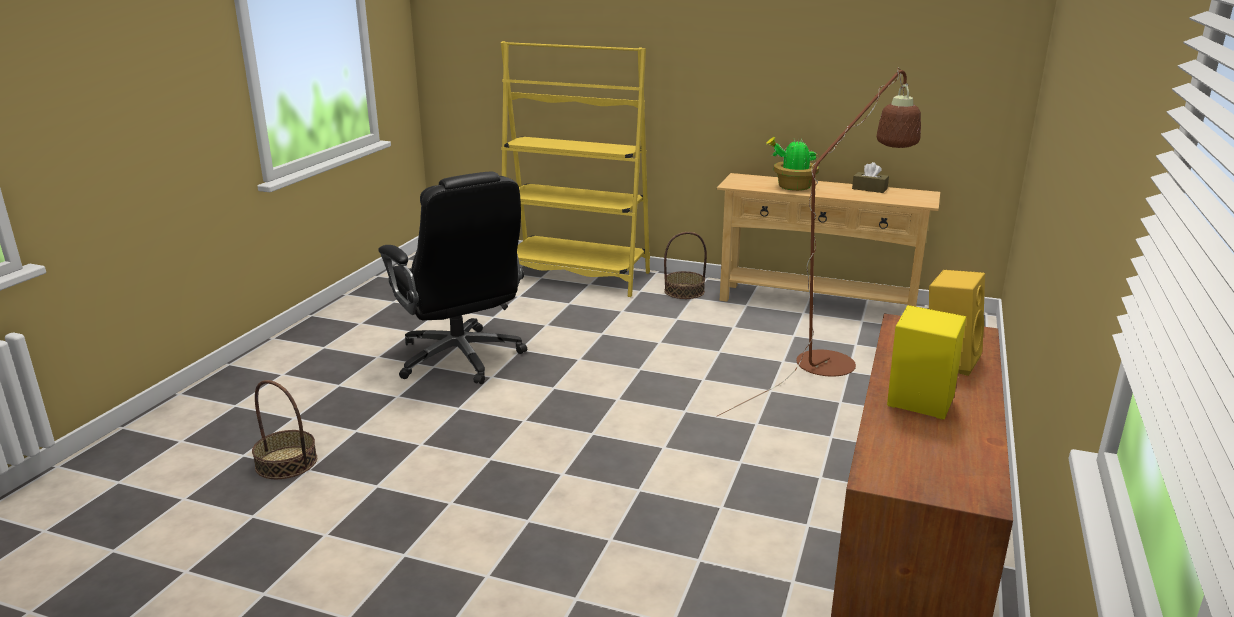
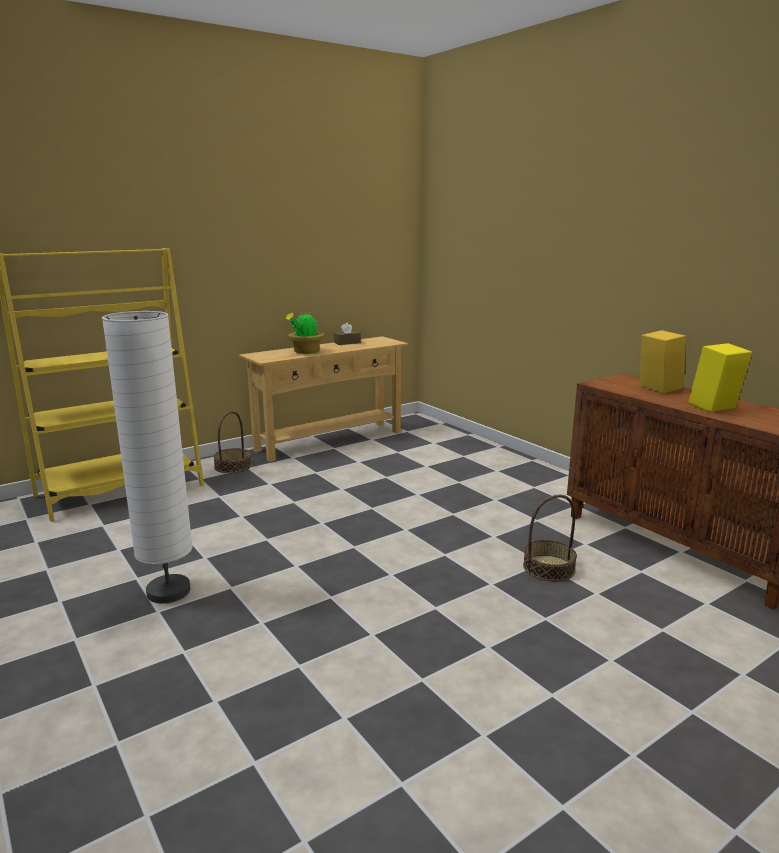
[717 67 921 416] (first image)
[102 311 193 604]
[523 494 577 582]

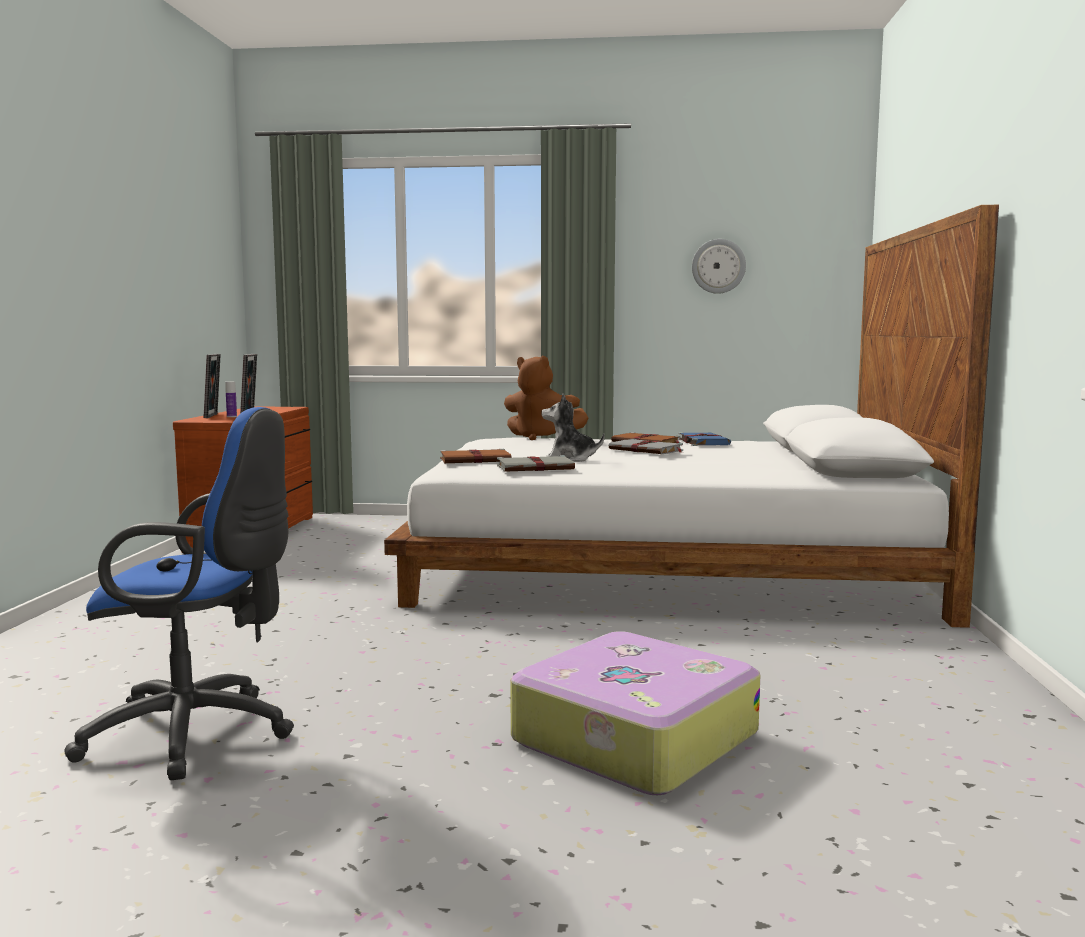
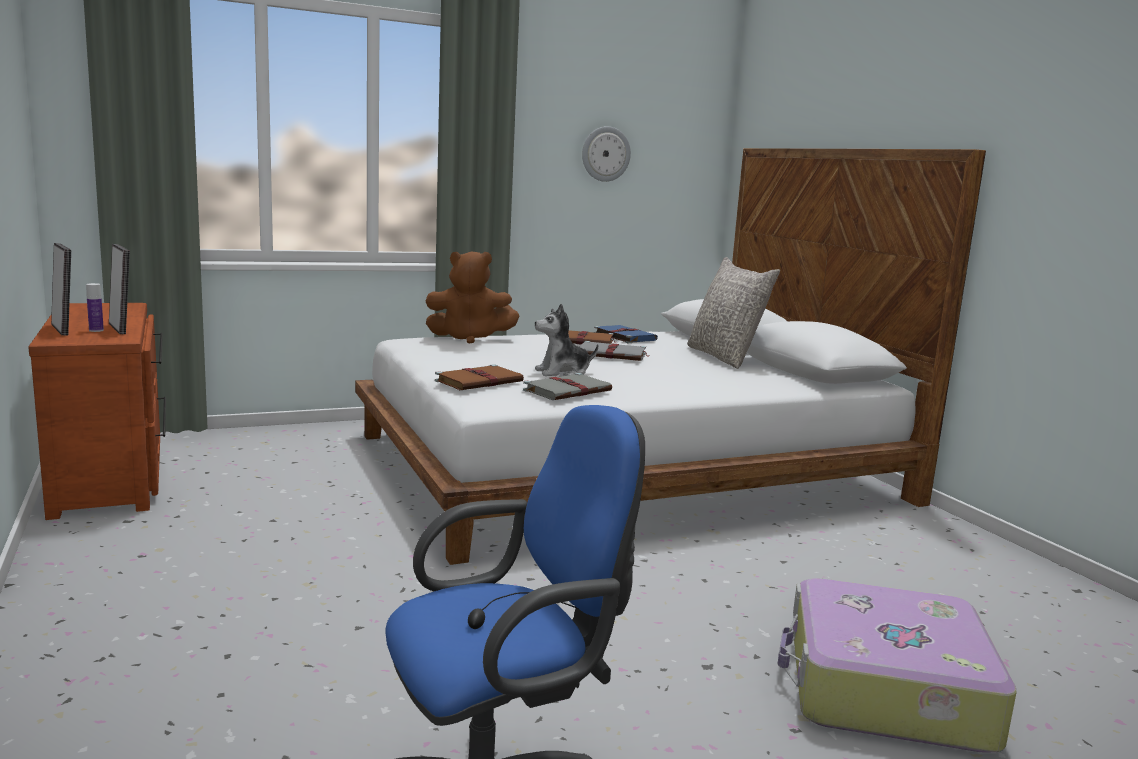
[687 257 780 369]

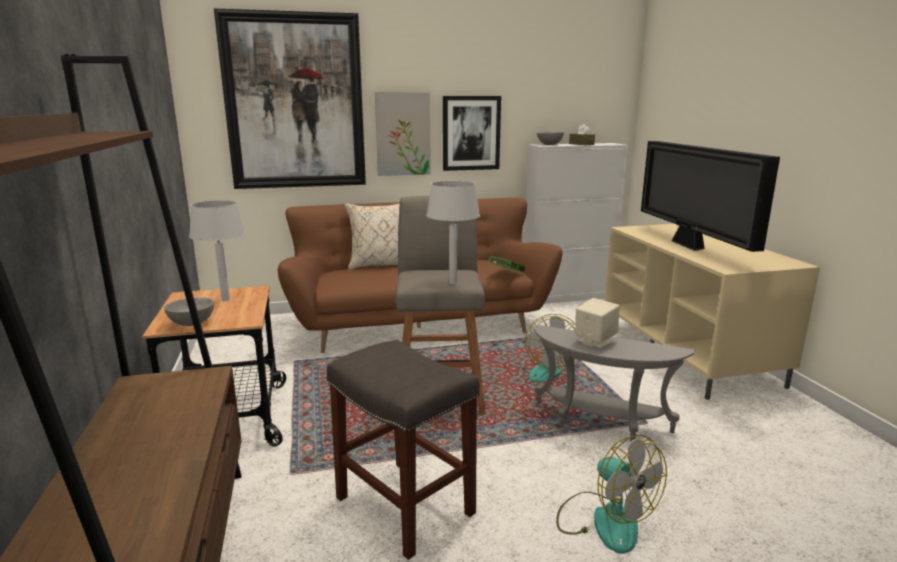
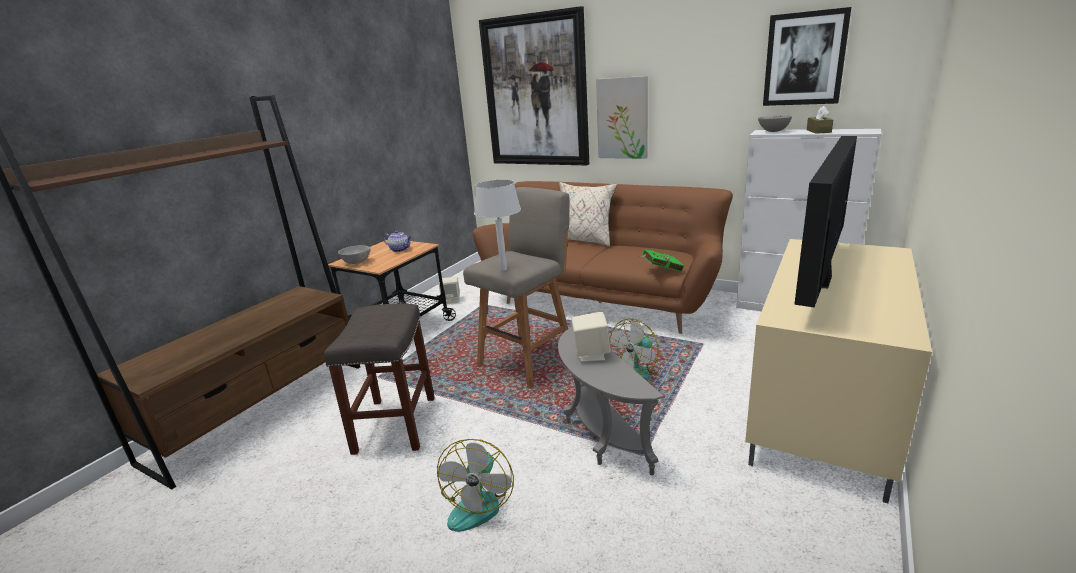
[763 7 851 106]
[383 230 412 252]
[439 277 460 304]

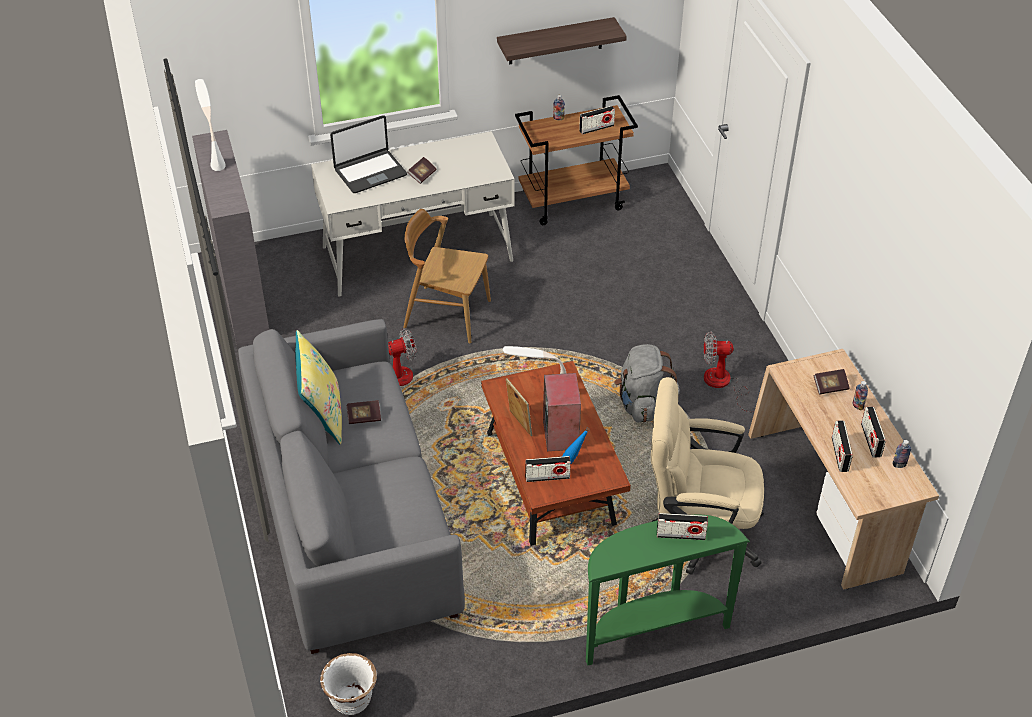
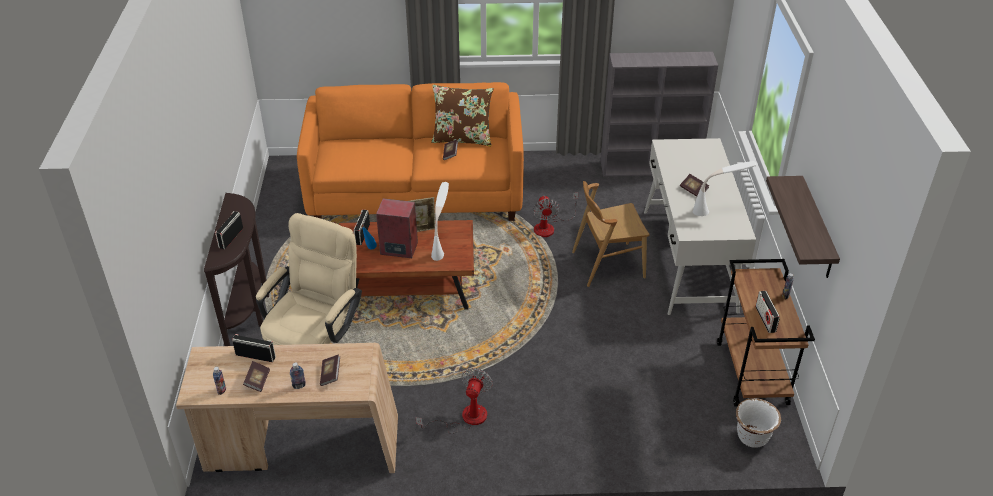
[693 161 757 216]
[330 115 407 193] (first image)
[572 181 650 287]
[297 82 524 221]
[431 85 494 146]
[614 344 679 422] (first image)
[243 361 270 392]
[204 193 269 346]
[736 398 781 448]

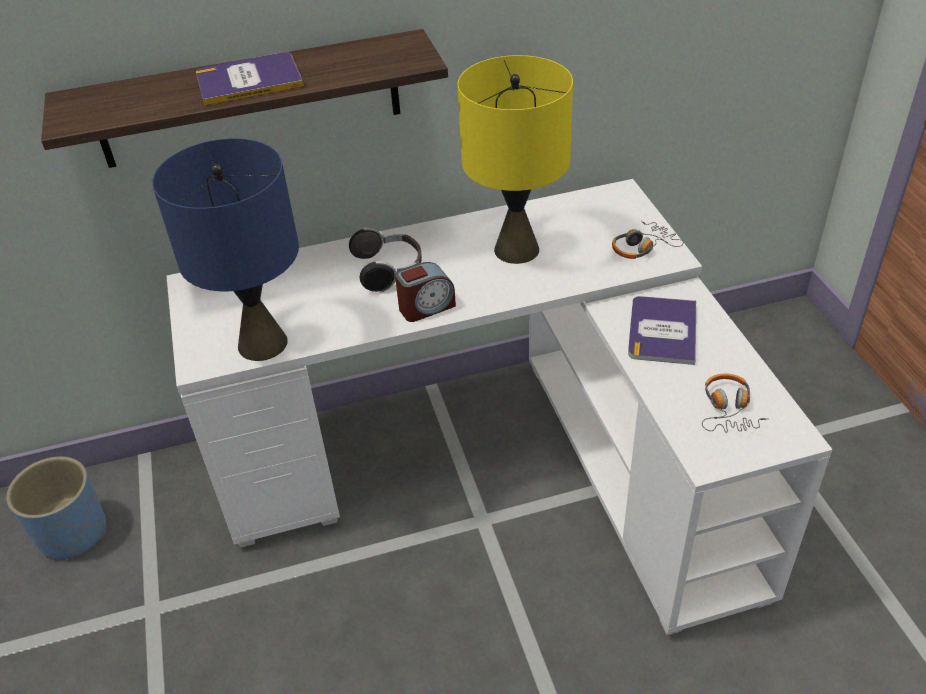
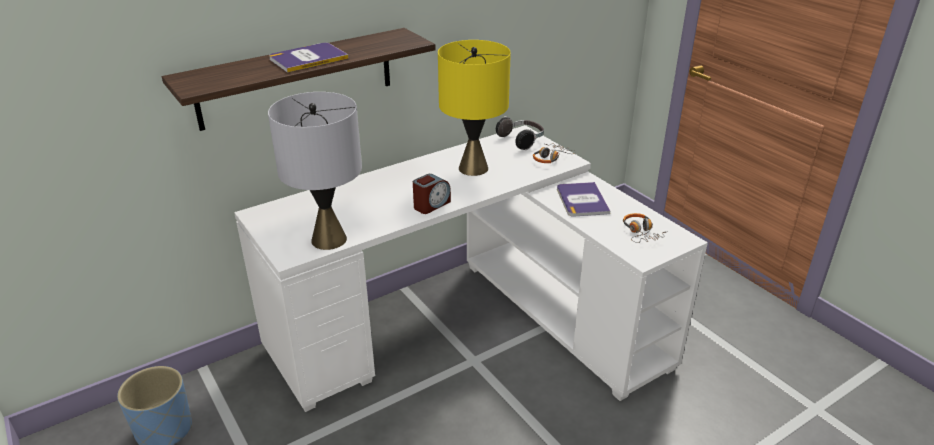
[268 92 362 250]
[496 116 544 150]

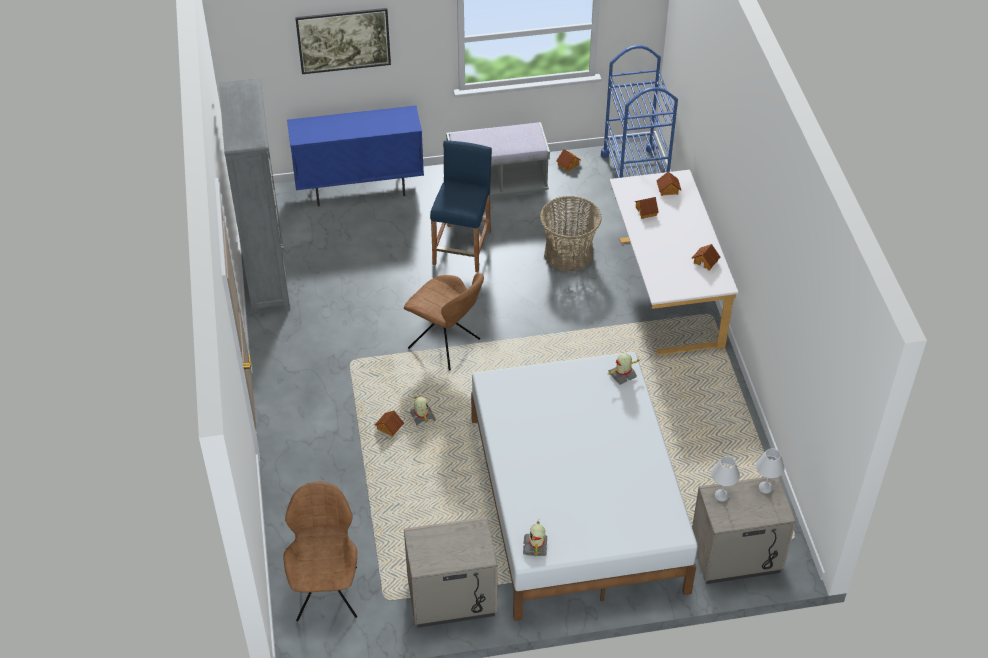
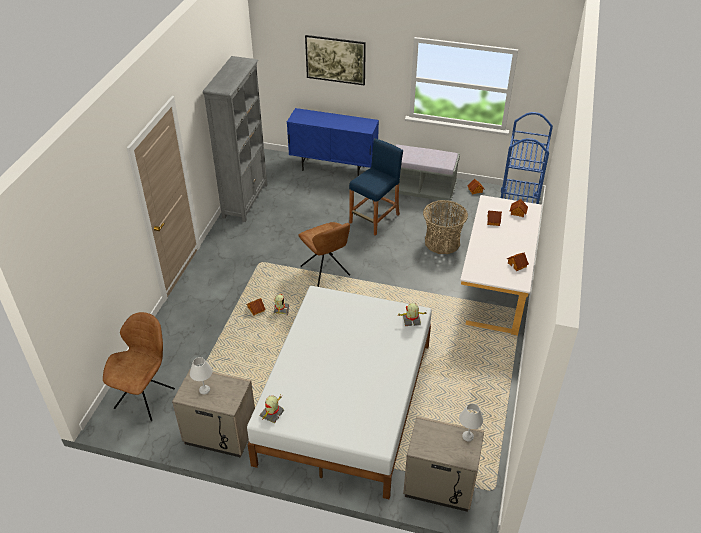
[190 357 213 394]

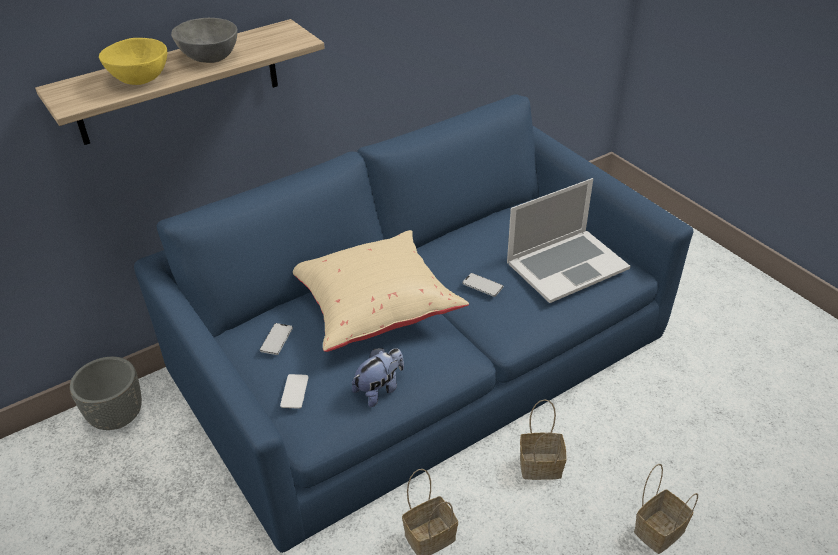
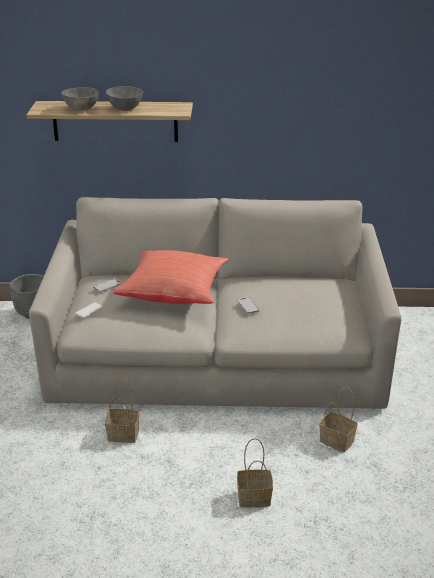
[61 87 99 111]
[29 197 402 409]
[507 178 630 303] (first image)
[113 250 229 304]
[352 348 404 407] (first image)
[319 388 357 452]

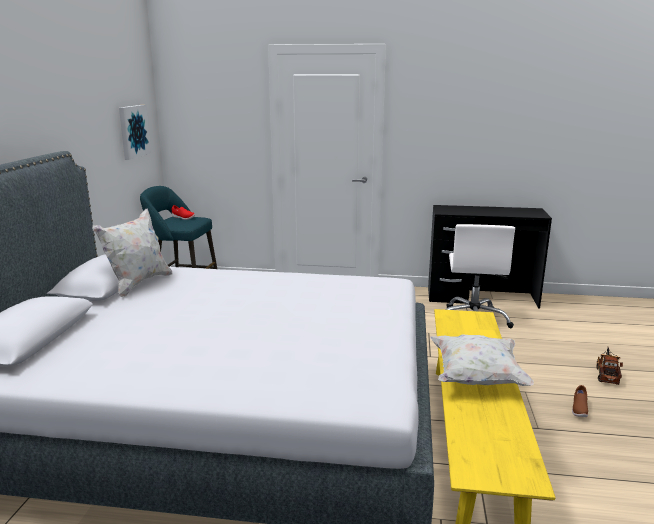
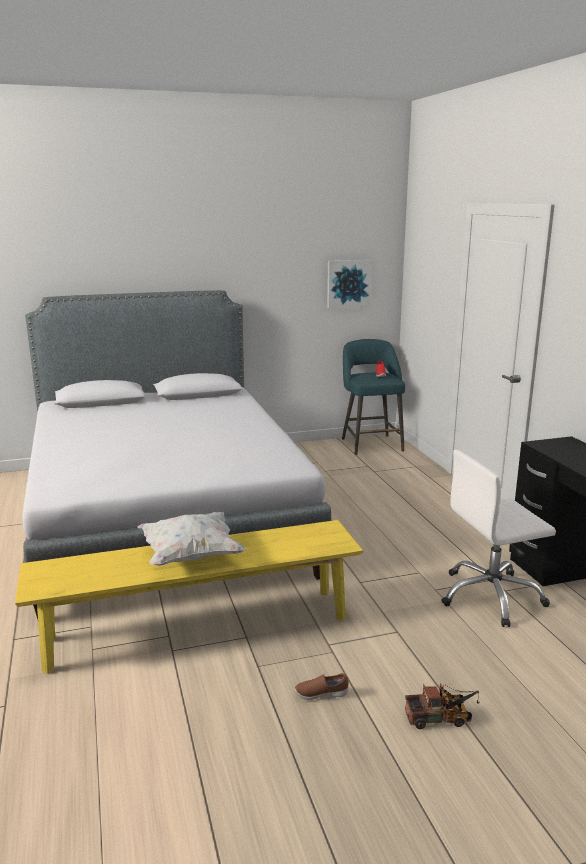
[92 208 172 297] (first image)

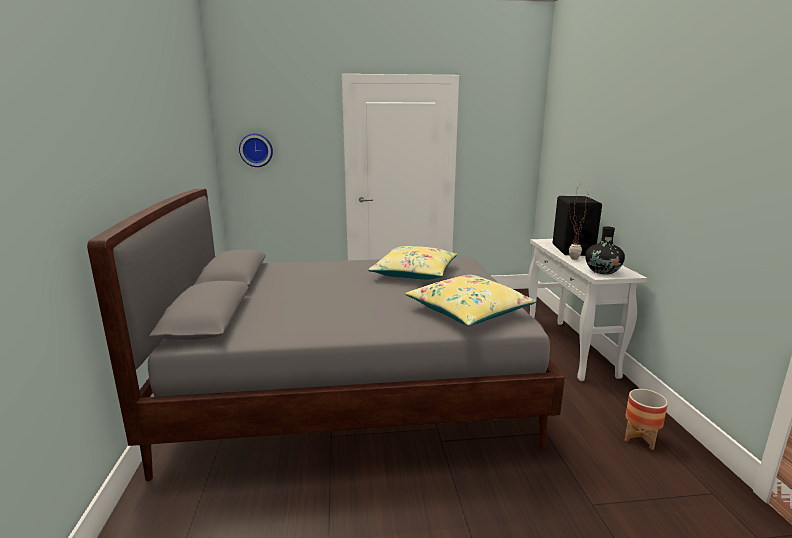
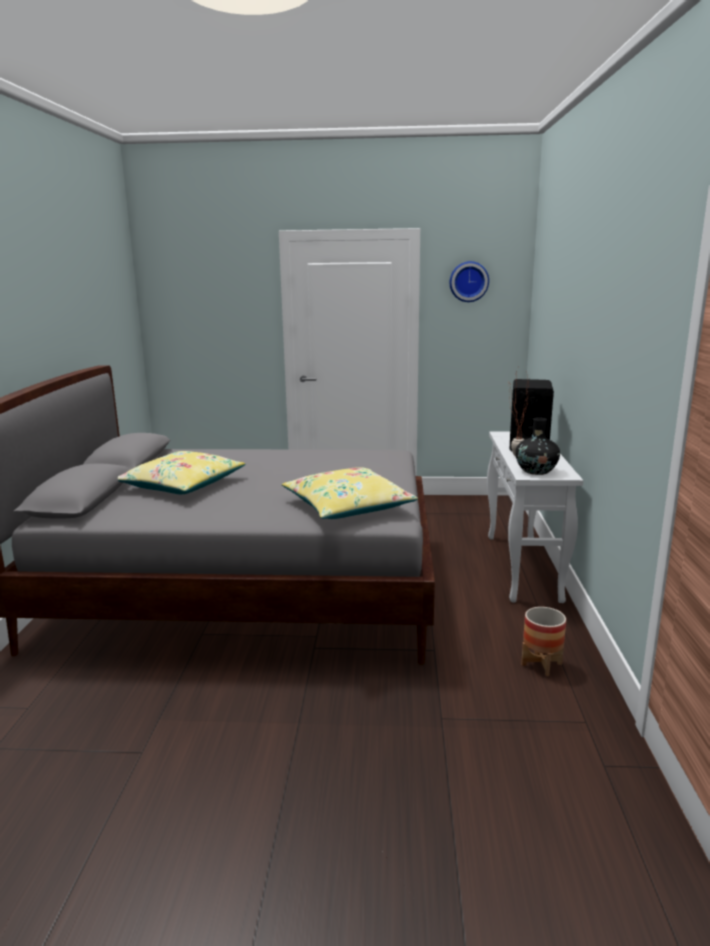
[450 261 489 302]
[118 451 245 494]

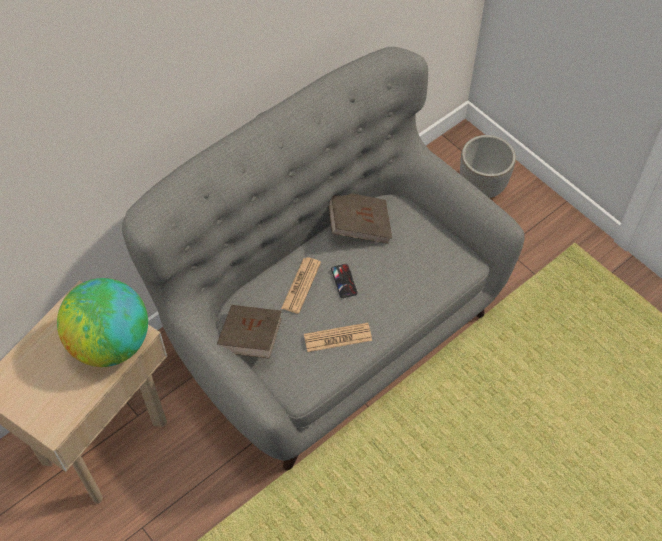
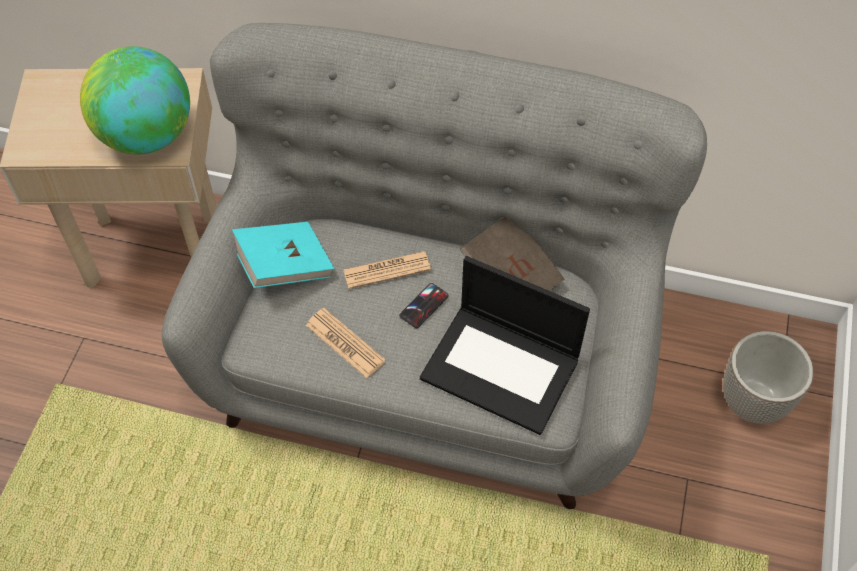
[232 222 334 288]
[420 256 590 435]

